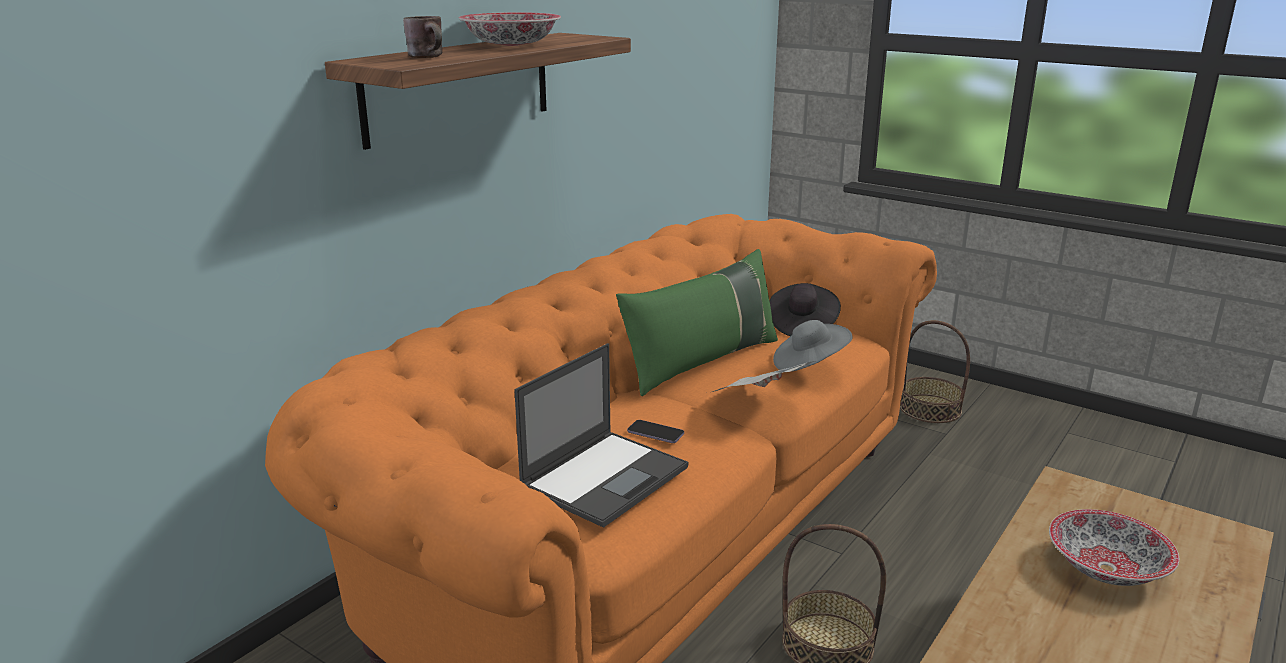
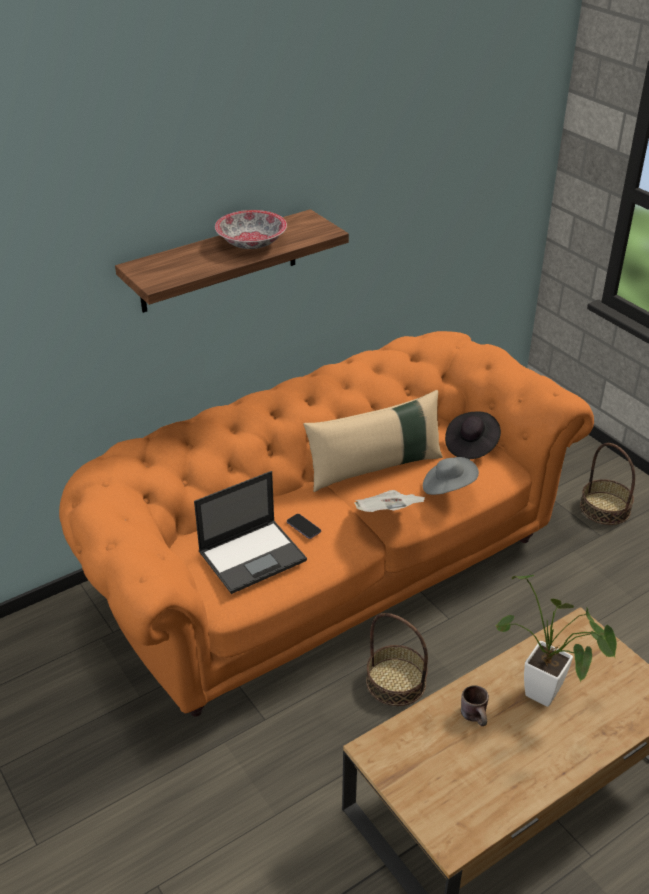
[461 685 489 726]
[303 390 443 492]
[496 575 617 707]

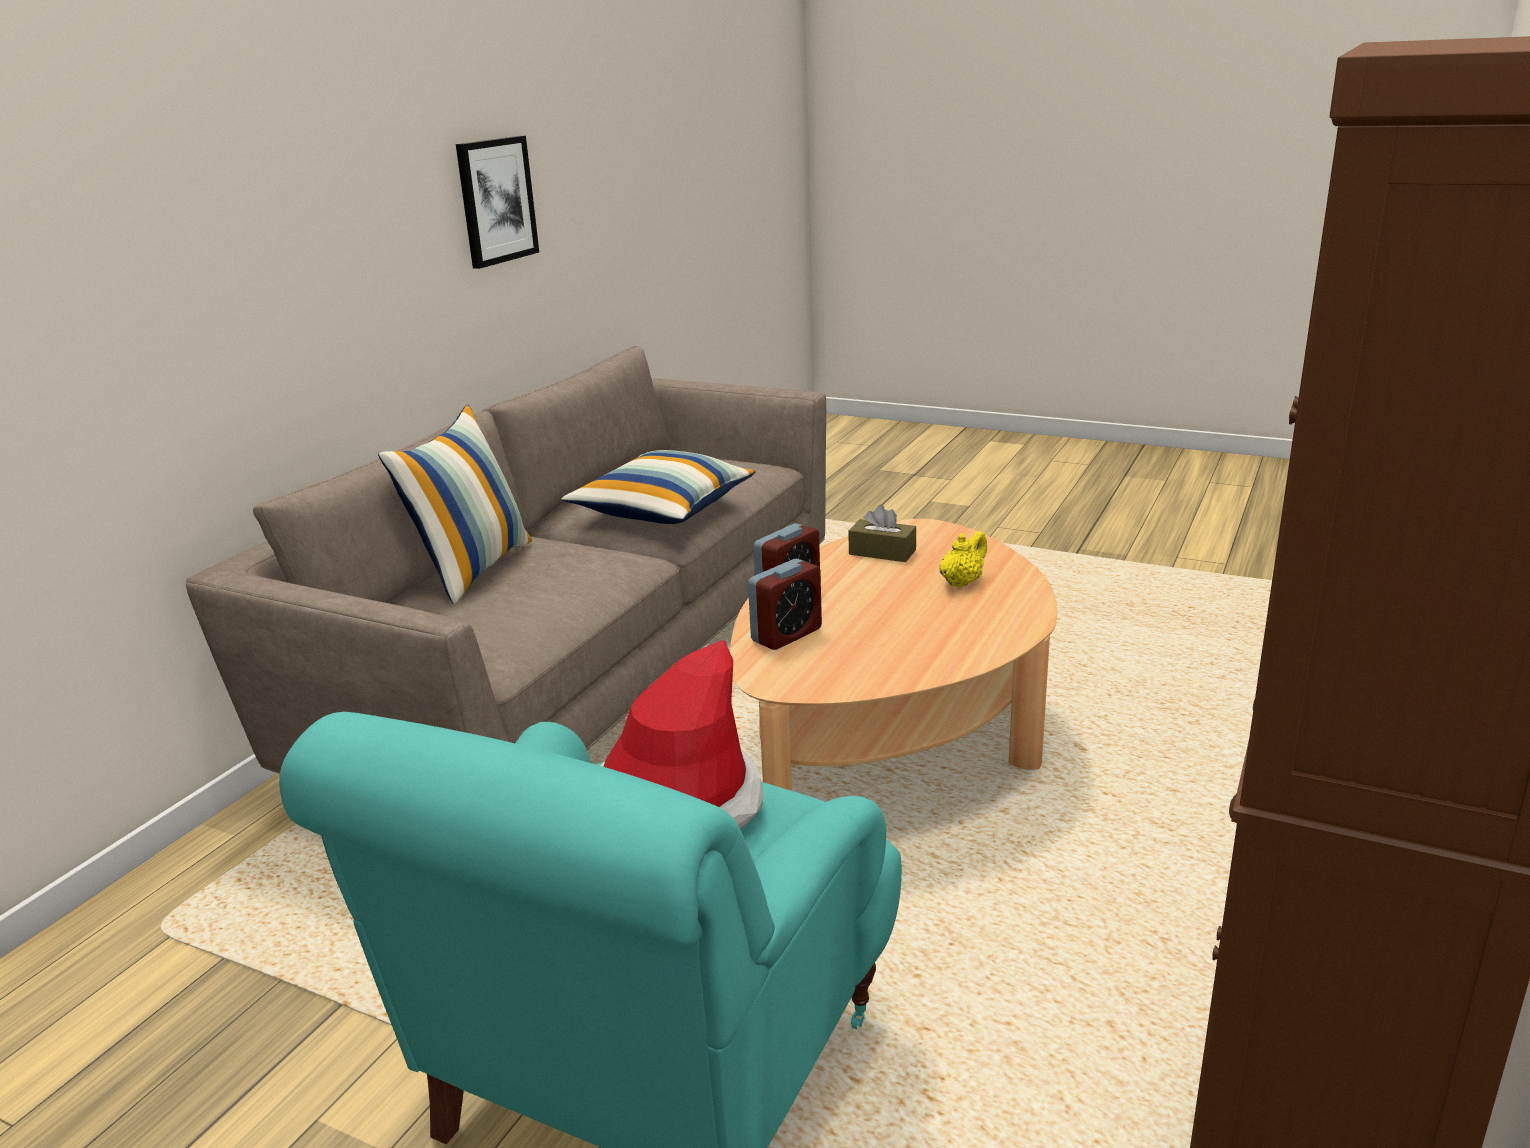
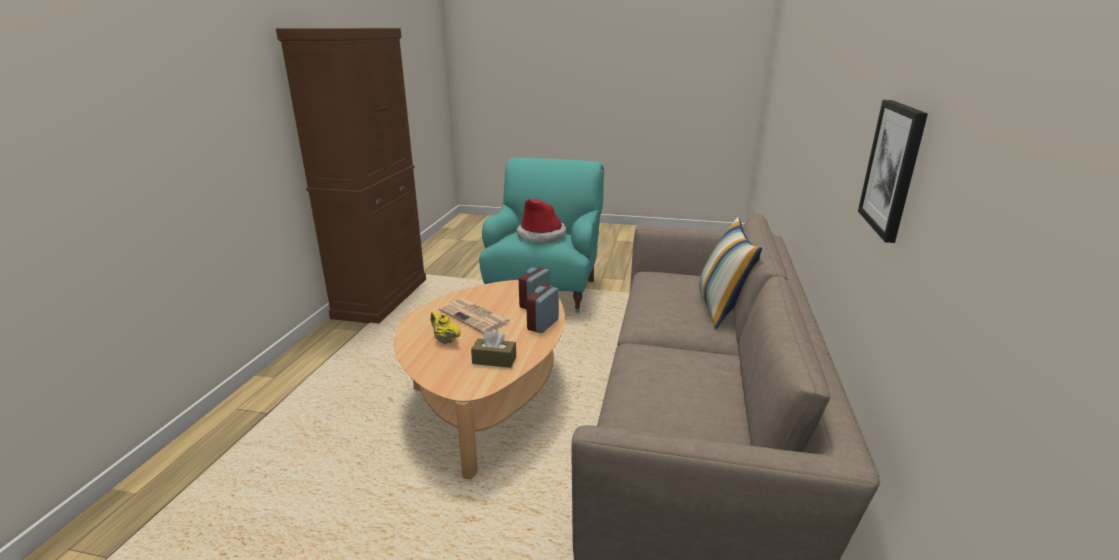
[562 450 755 524] (first image)
[431 311 461 344]
[439 298 511 333]

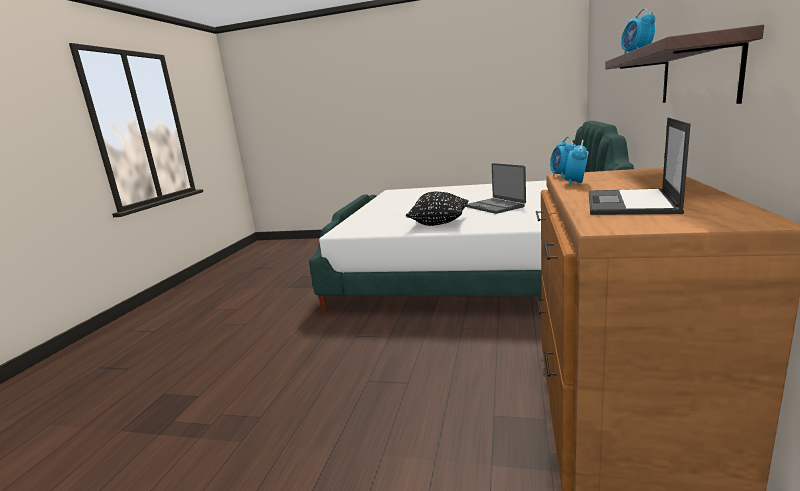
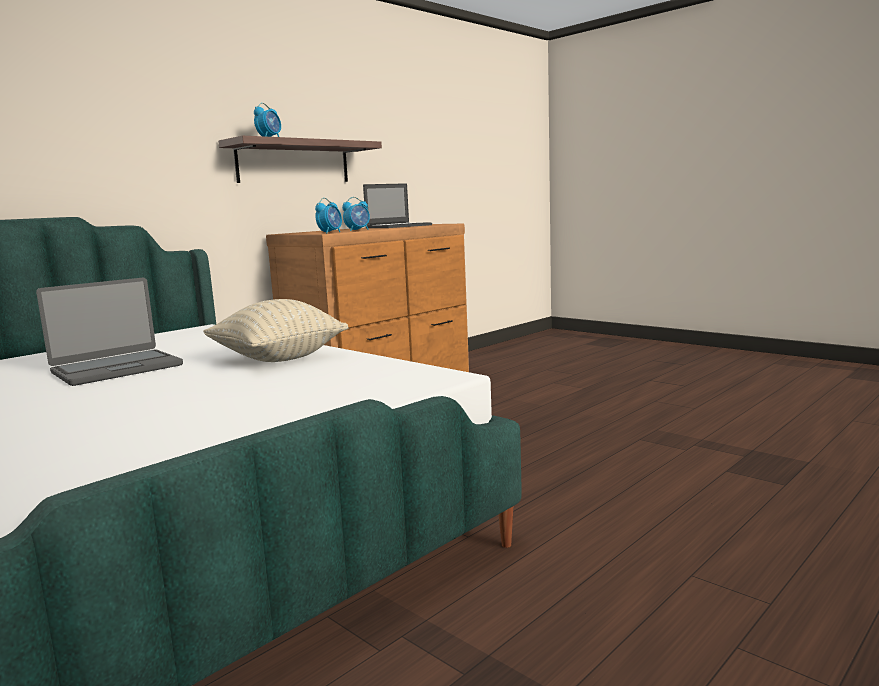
[36 278 183 386]
[203 299 349 362]

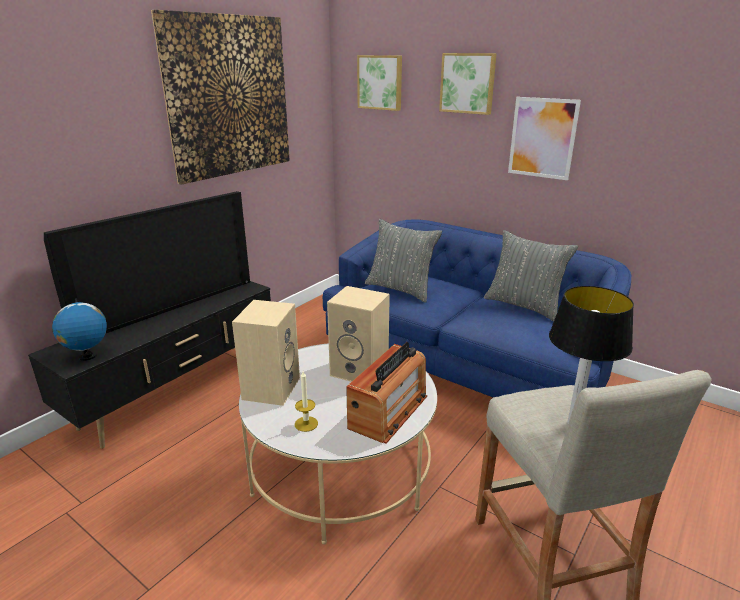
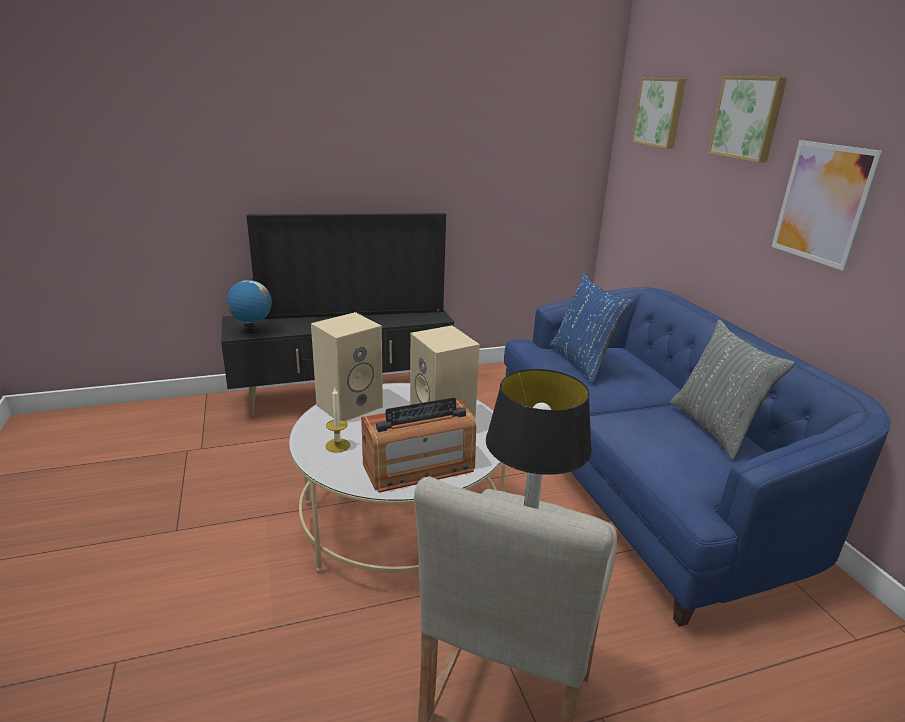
[151 10 290 185] (first image)
[550 273 634 384]

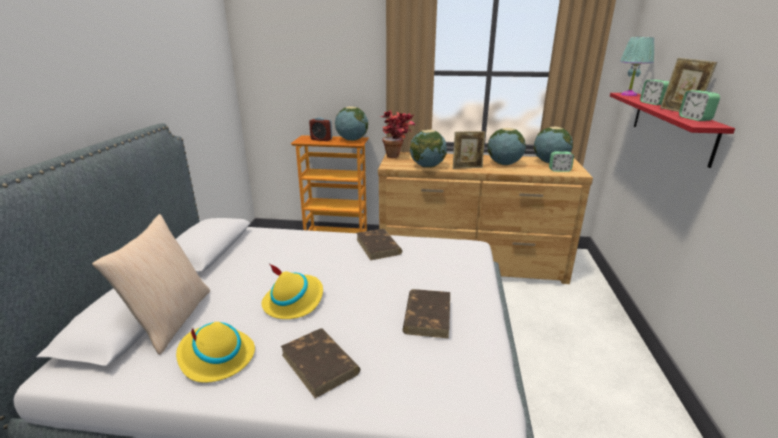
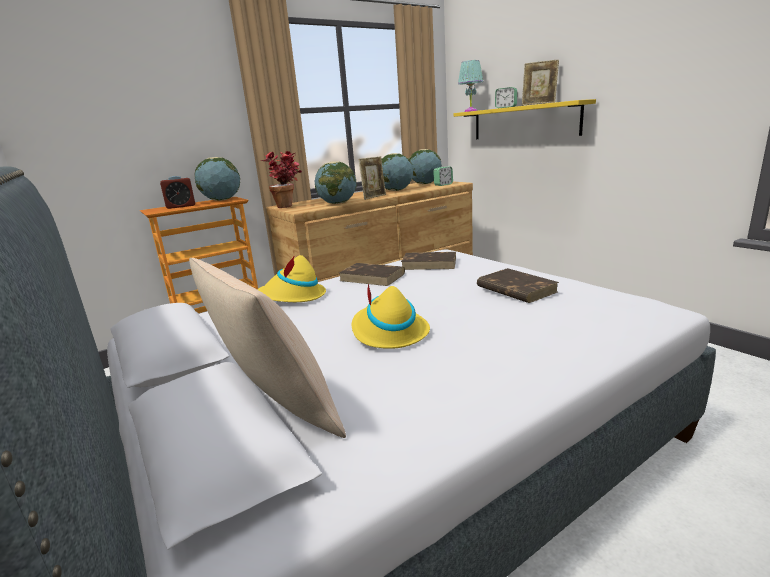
[679 90 720 121] (first image)
[453 99 596 139]
[258 255 326 302]
[401 252 456 270]

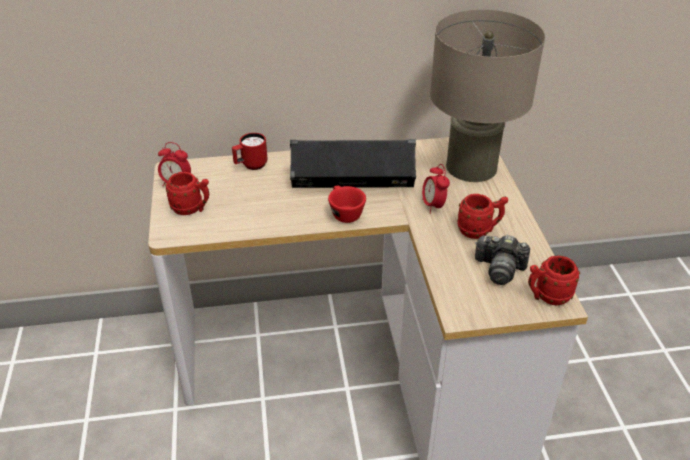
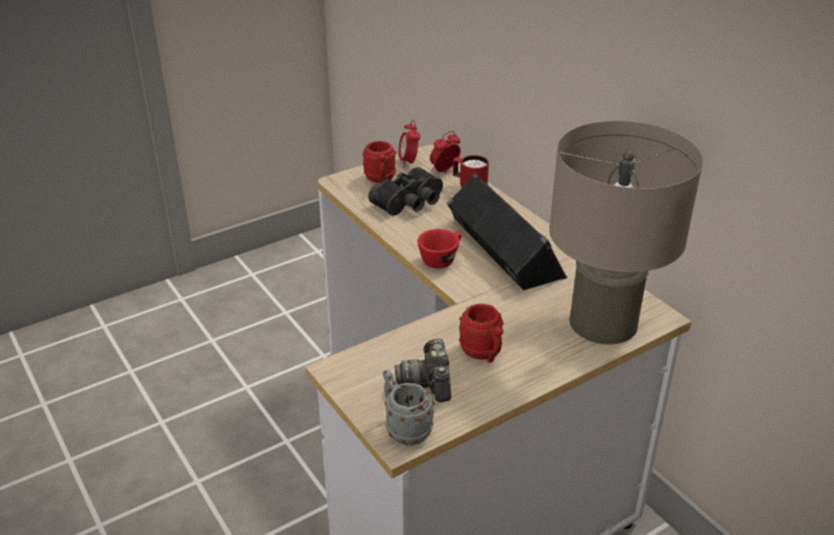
[430 131 461 173]
[383 369 434 446]
[368 167 443 216]

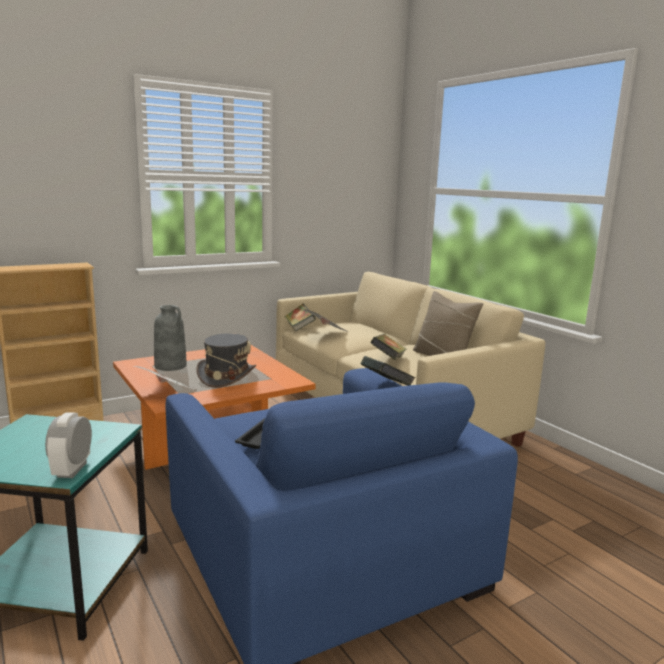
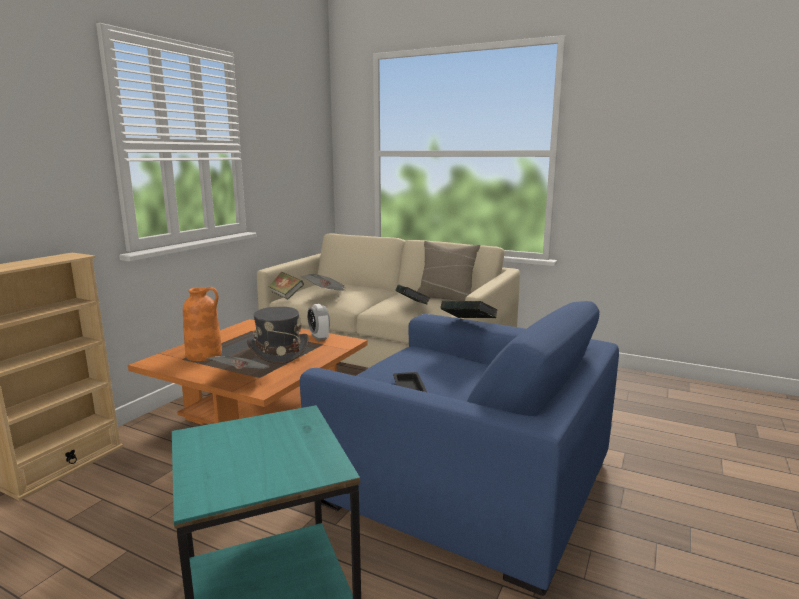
[183 287 222 361]
[307 304 330 341]

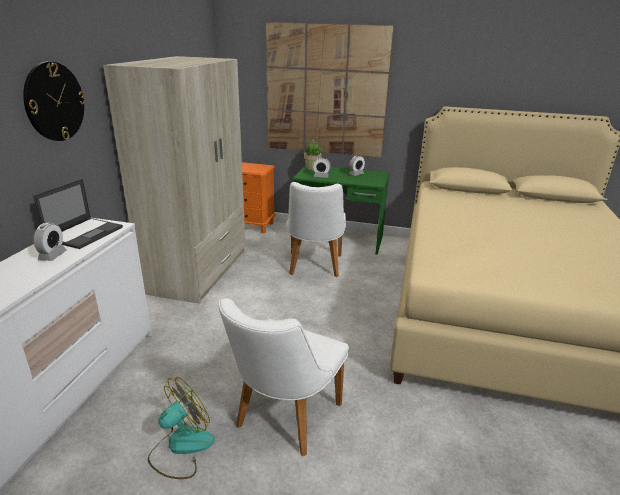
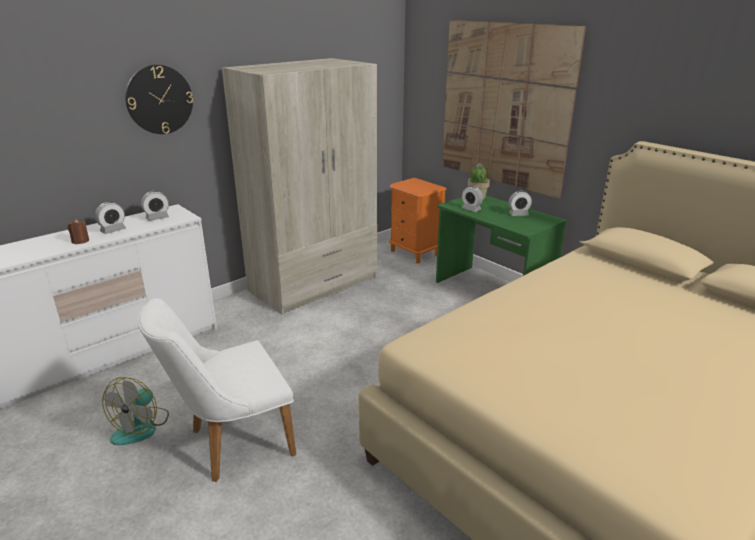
[141 191 169 221]
[287 182 346 277] (first image)
[102 377 169 445]
[67 219 89 244]

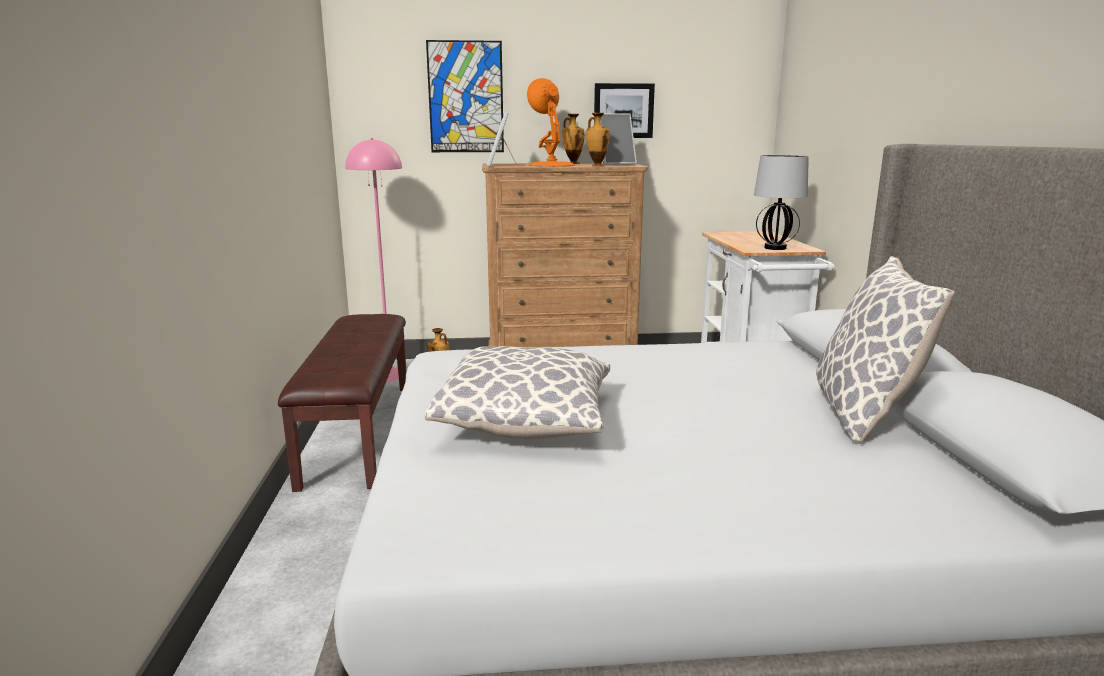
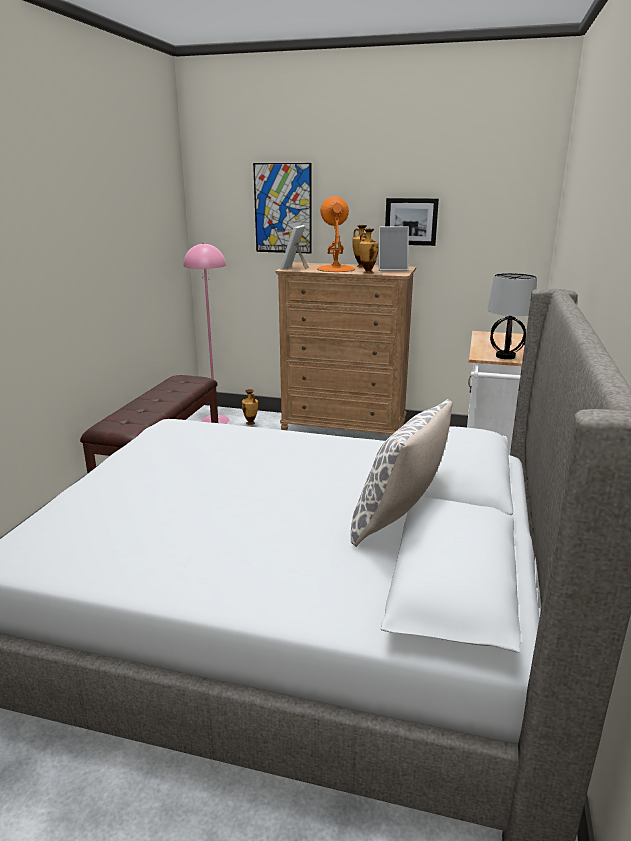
[425 346 610 439] (first image)

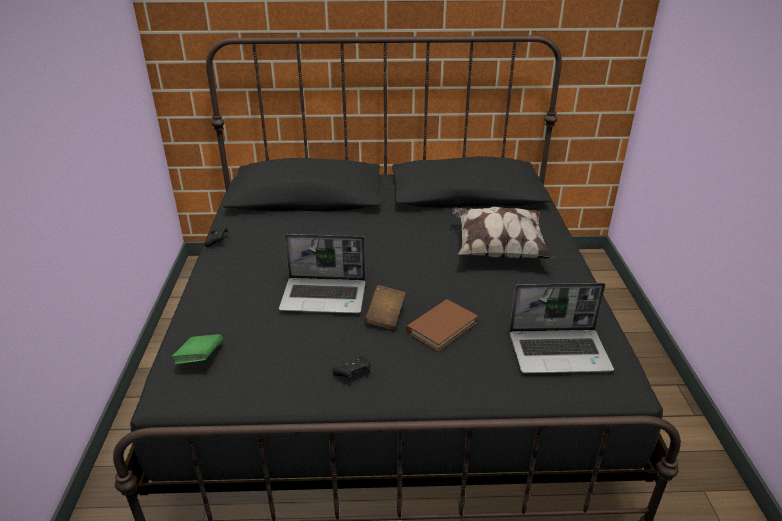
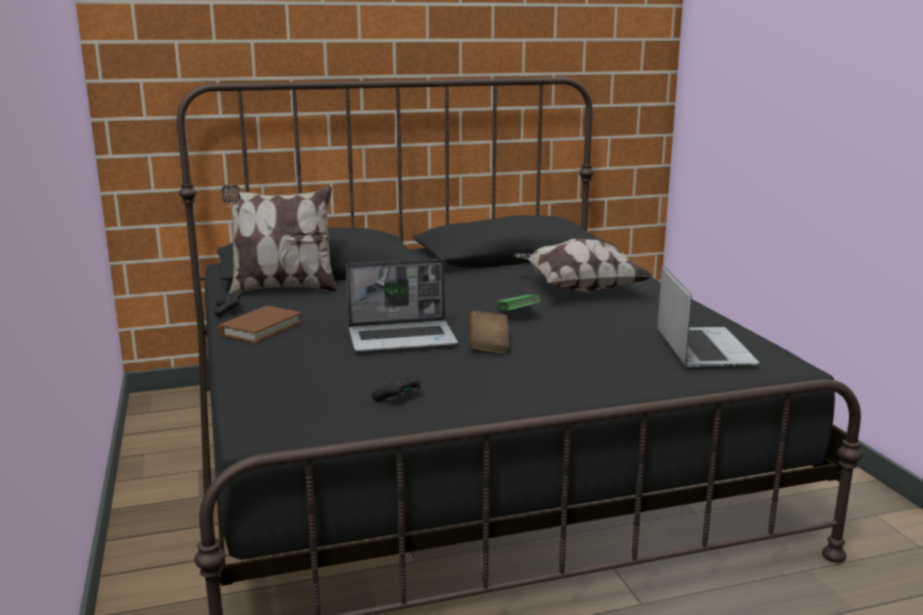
[657 266 760 369]
[218 306 302 343]
[496 295 541 311]
[372 377 421 401]
[221 185 338 294]

